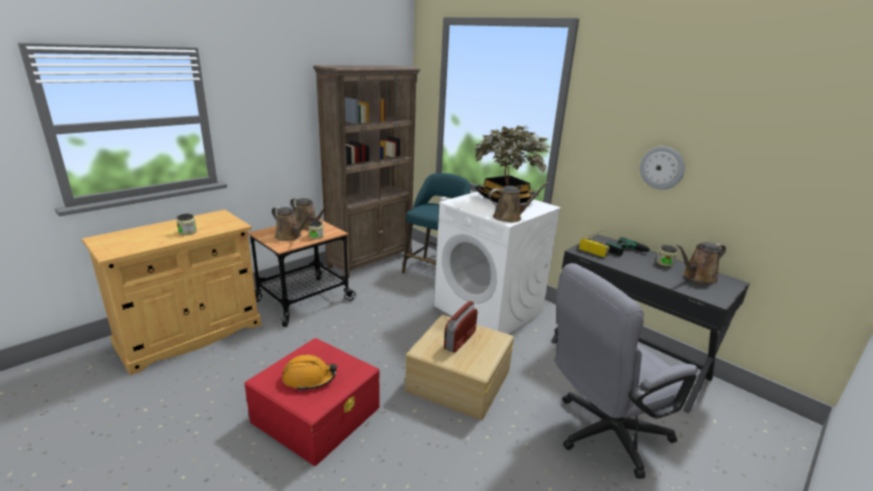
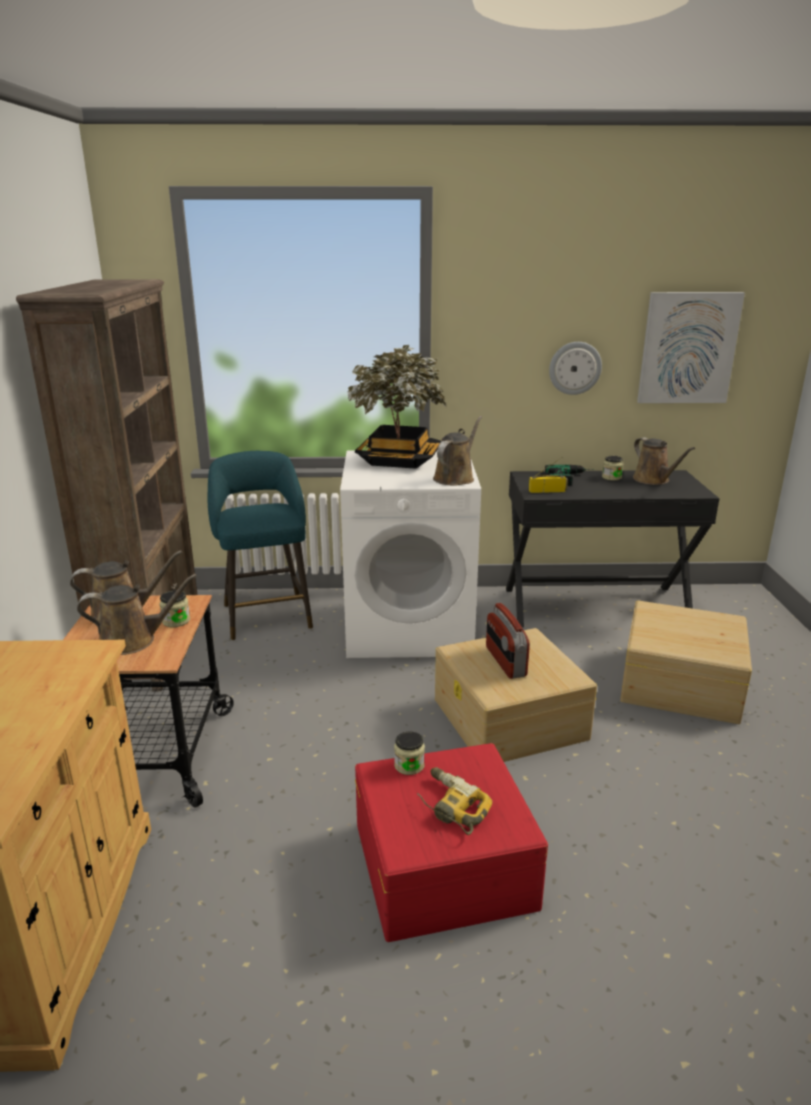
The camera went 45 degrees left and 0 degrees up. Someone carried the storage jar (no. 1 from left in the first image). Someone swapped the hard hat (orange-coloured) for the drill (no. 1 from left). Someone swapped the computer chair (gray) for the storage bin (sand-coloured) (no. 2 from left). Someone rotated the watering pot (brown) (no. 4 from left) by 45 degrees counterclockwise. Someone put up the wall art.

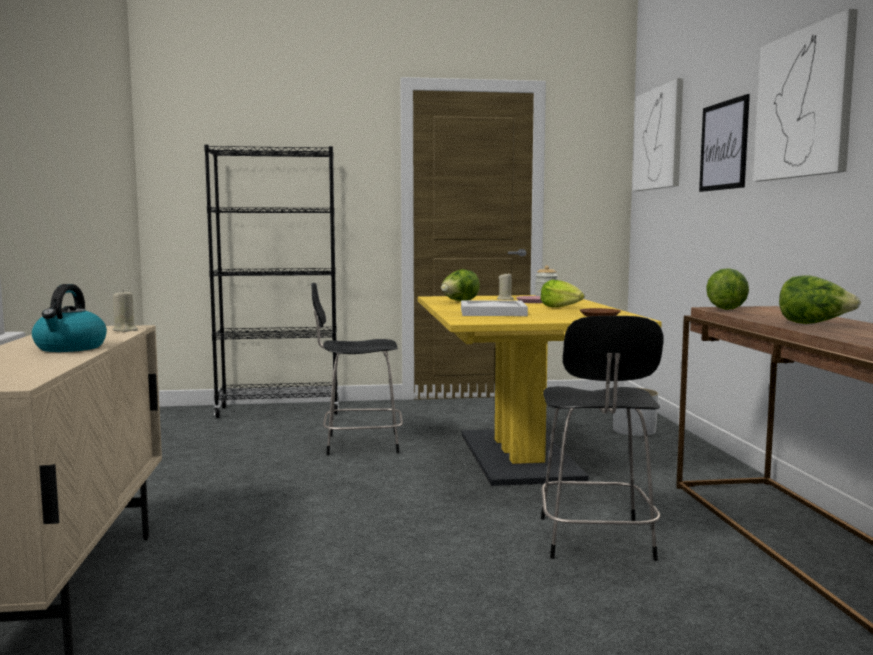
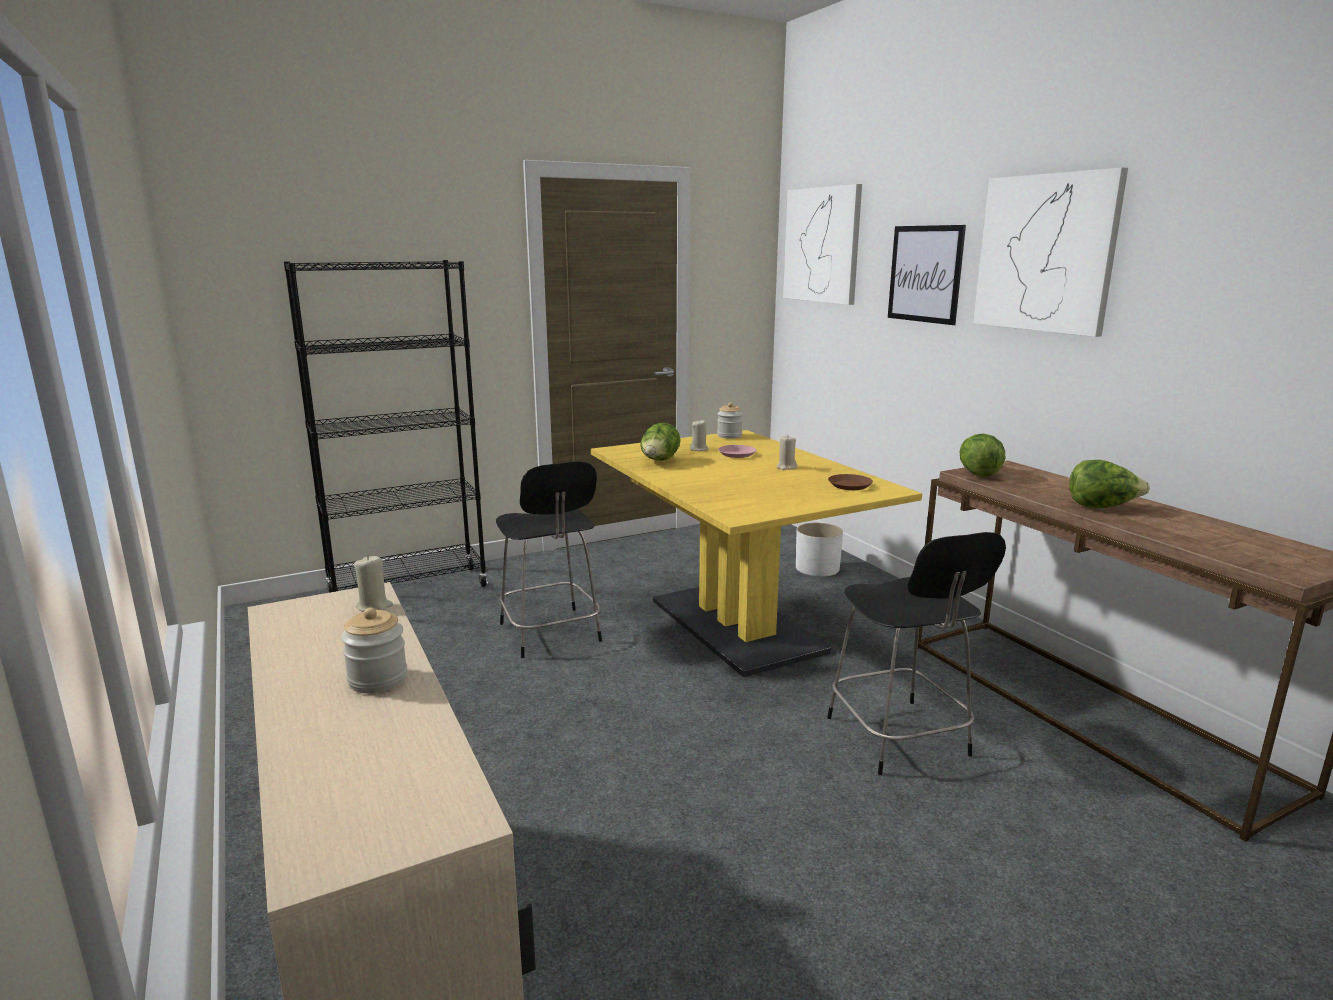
The camera went 20 degrees left and 10 degrees up. Someone swapped the water kettle for the storage jar (no. 1 from left). Someone rotated the plain chair (blackish) (no. 1 from left) by 90 degrees counterclockwise. Someone took away the serving tray (white). Someone swapped the lettuce head (no. 2 from left) for the wax candle (sand-coloured) (no. 3 from left).

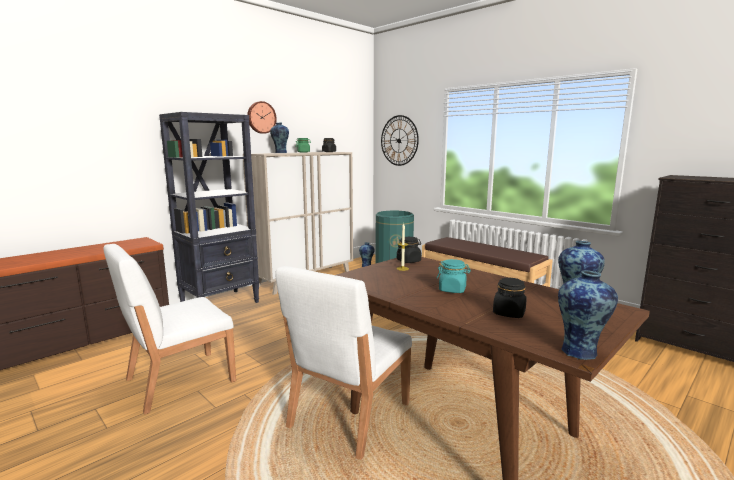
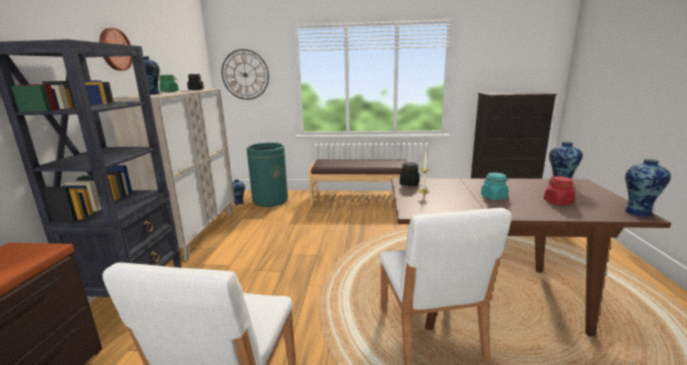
The camera went 40 degrees left and 5 degrees up. Someone repainted the storage jar (blackish) (no. 3 from left), which became the storage jar (reddish).

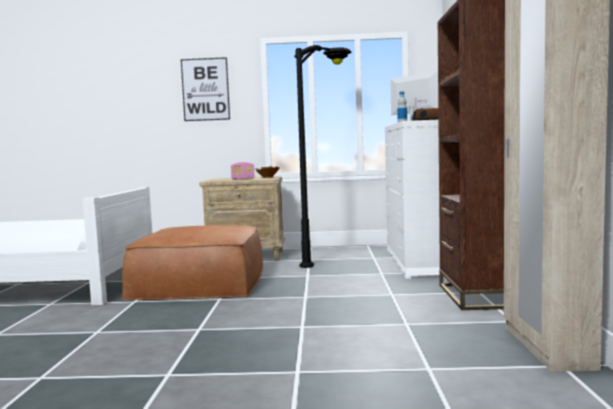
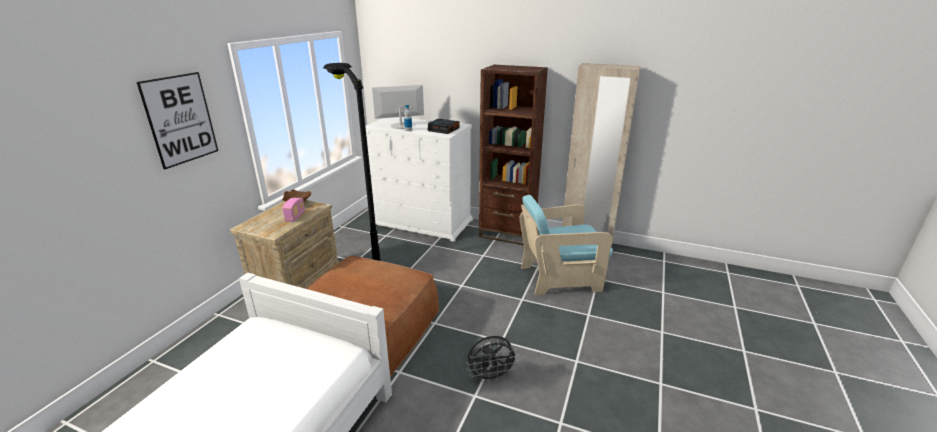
The camera went 70 degrees left and 20 degrees up. Someone put down the fan (gray). Someone put down the armchair (blue-green).

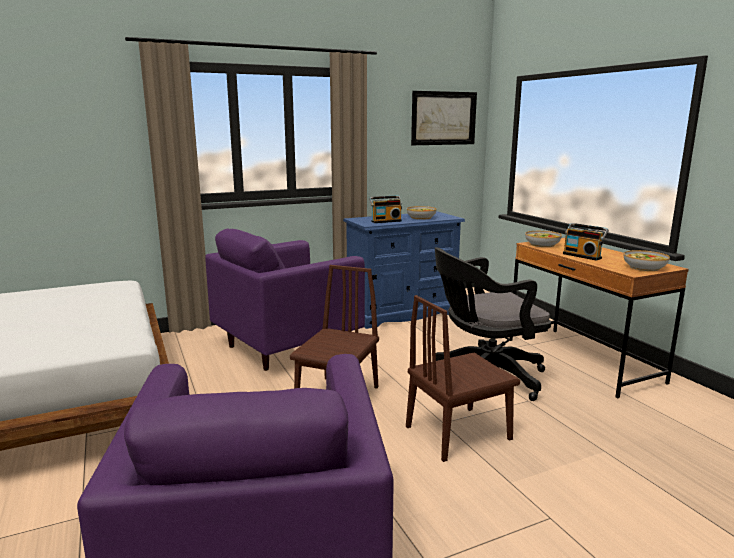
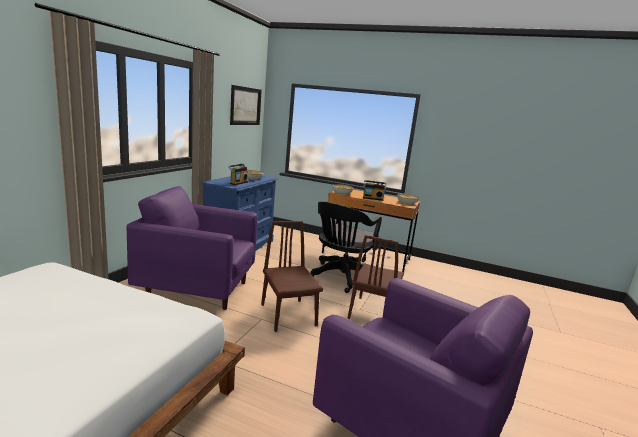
The camera went 45 degrees left and 0 degrees up. Someone rotated the armchair (purple-coloured) (no. 2 from left in the first image) by 90 degrees clockwise.

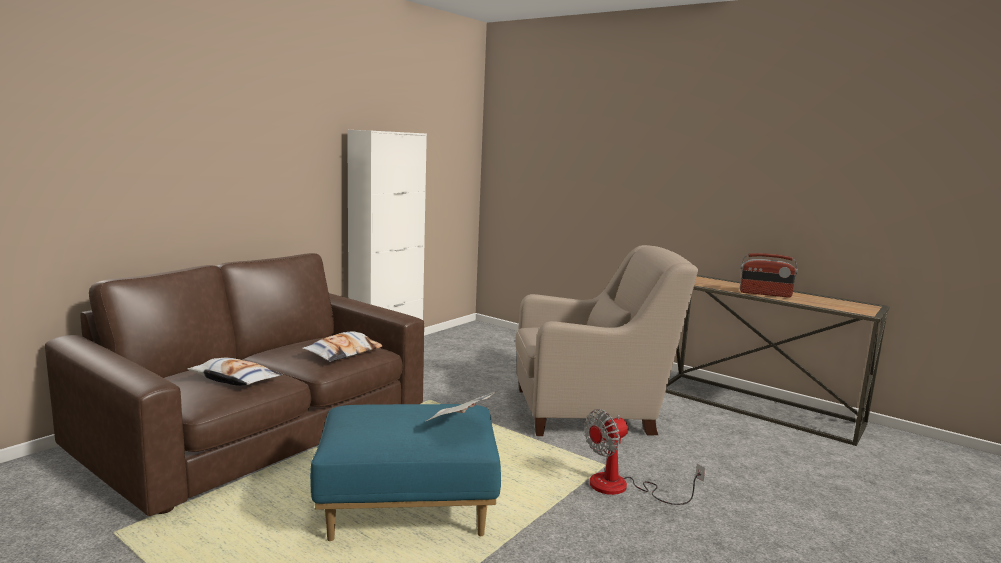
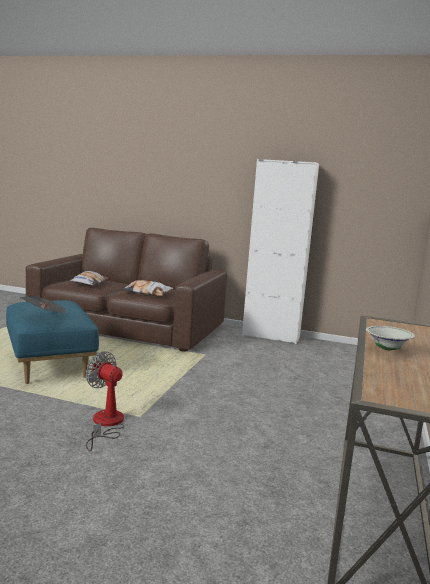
The camera went 70 degrees right and 0 degrees up. Someone took away the armchair (sand-coloured). Someone swapped the radio for the deep dish (white).

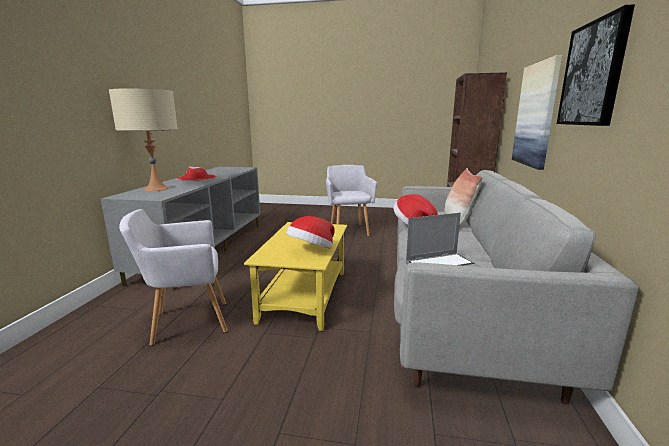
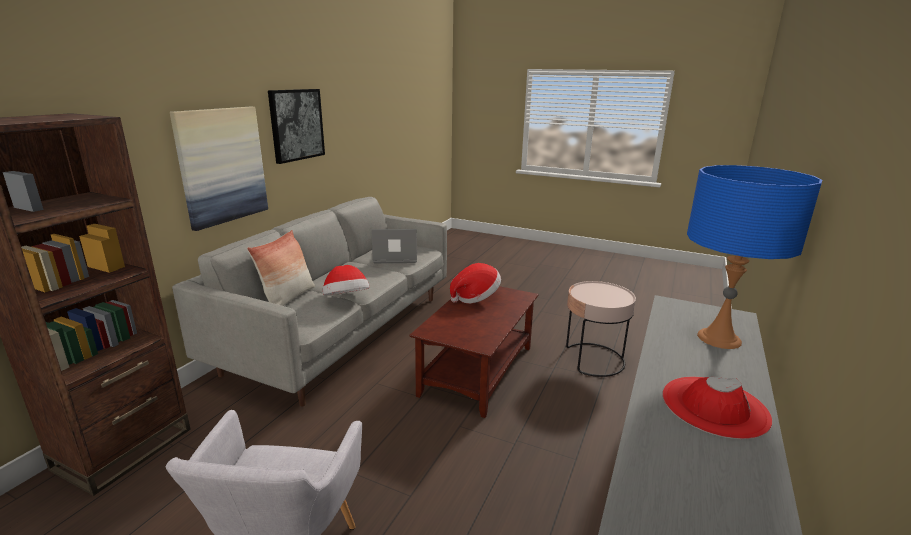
The camera went 165 degrees left and 5 degrees up. Someone repainted the tabletop lamp (sand-coloured), which became the tabletop lamp (blue-coloured). Someone swapped the armchair (gray) (no. 1 from left) for the side table (pink). Someone repainted the lounge table (yellow), which became the lounge table (brown).

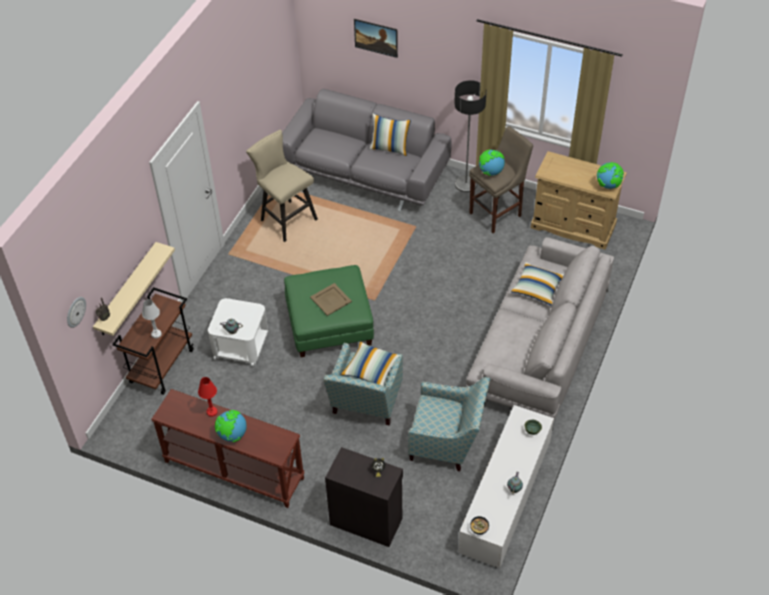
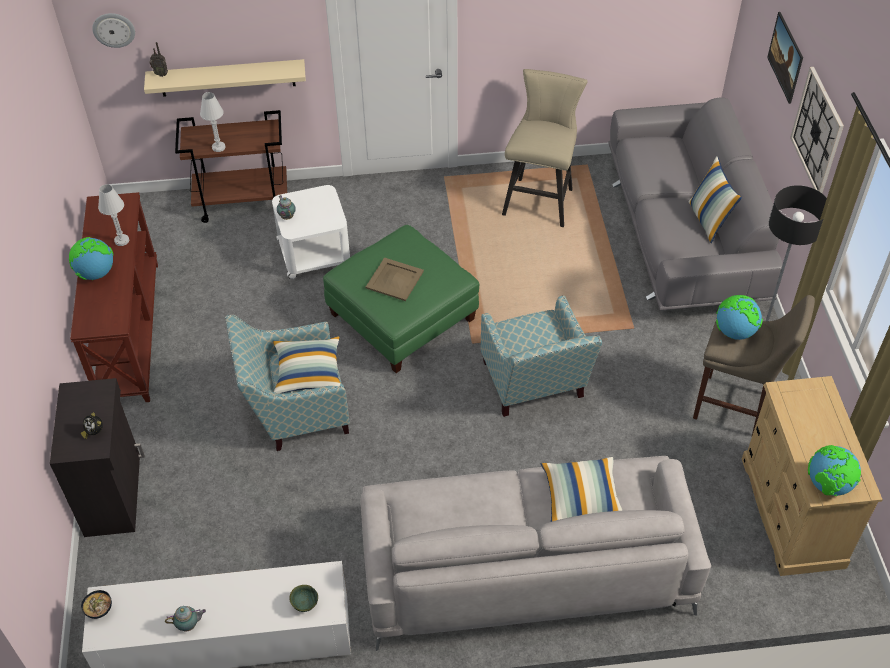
The camera went 60 degrees right and 0 degrees up. Someone repainted the tabletop lamp (reddish), which became the tabletop lamp (white) (no. 1 from left). Someone carried the armchair (no. 2 from left). Someone put up the clock on the wall (no. 2 from left).

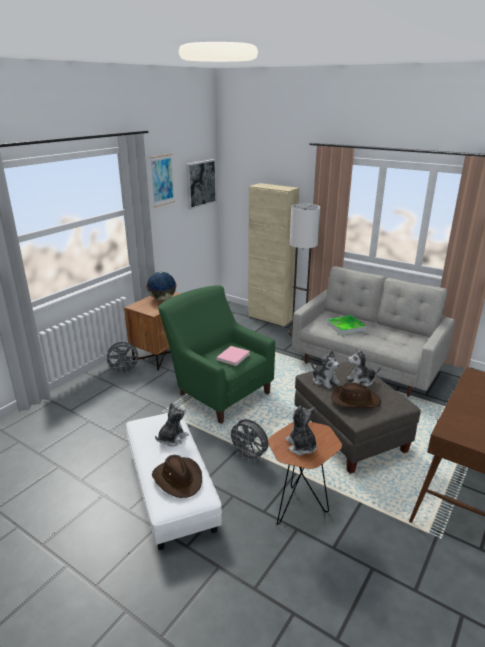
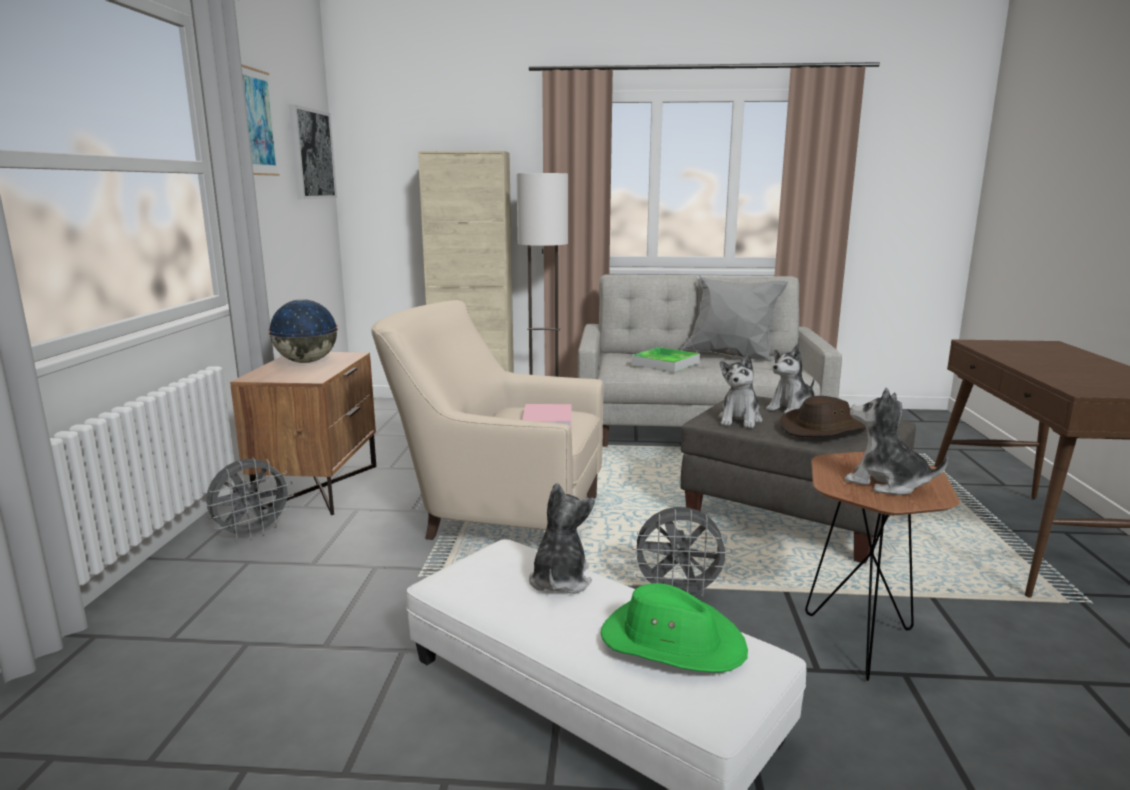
The camera went 30 degrees left and 10 degrees down. Someone repainted the hat (brown) (no. 1 from left), which became the hat (greenish). Someone repainted the armchair (greenish), which became the armchair (sand-coloured). Someone rotated the cuddly toy (no. 3 from left in the first image) by 90 degrees clockwise. Someone put down the cushion (gray).

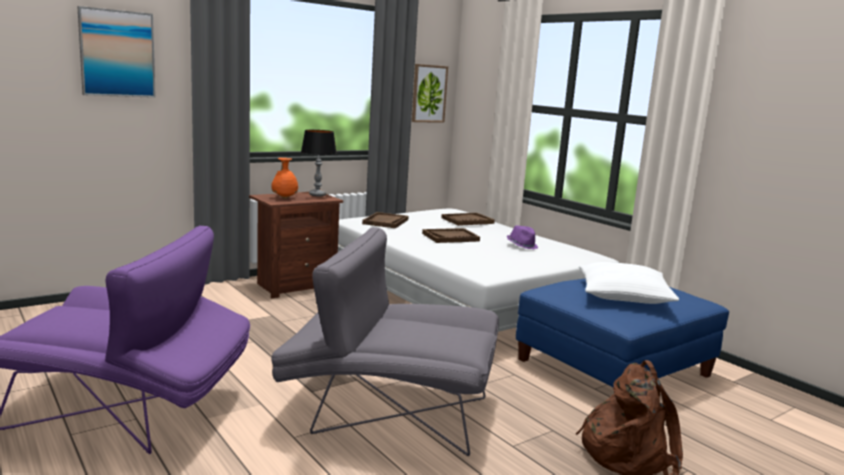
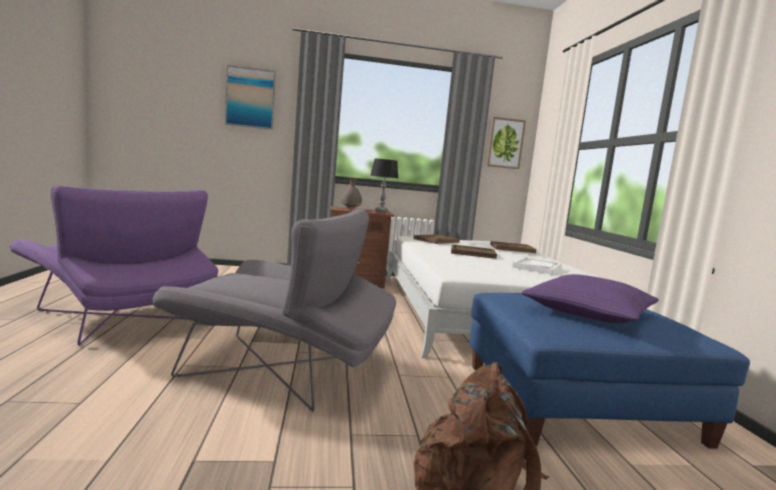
The camera went 30 degrees right and 5 degrees down. Someone rotated the armchair (gray) by 150 degrees clockwise. Someone repainted the flower vase (orange-coloured), which became the flower vase (gray). Someone swapped the hat (purple-coloured) for the serving tray (white). Someone repainted the cushion (white), which became the cushion (purple-coloured).

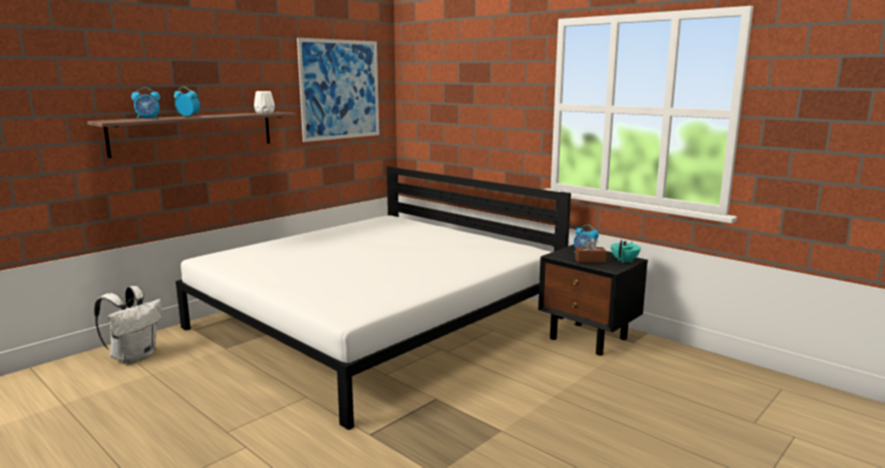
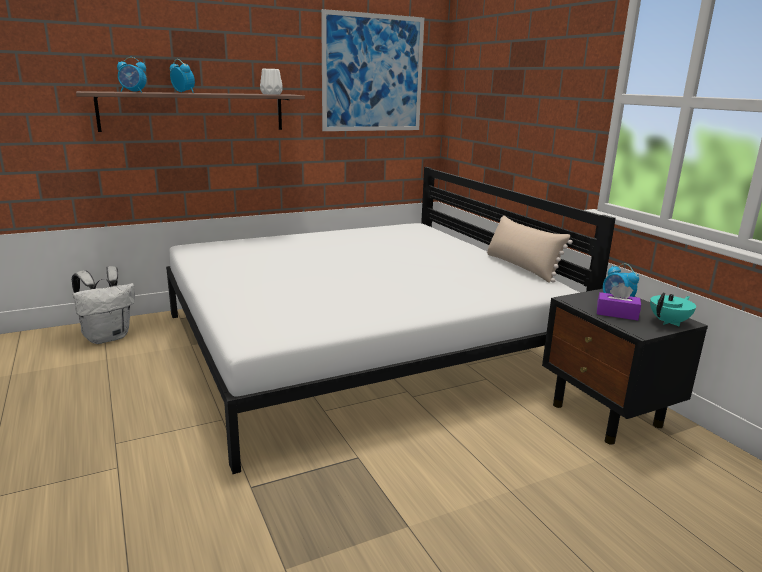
The camera went 20 degrees right and 5 degrees up. Someone repainted the box of tissues (brown), which became the box of tissues (purple-coloured). Someone put down the cushion (sand-coloured).

